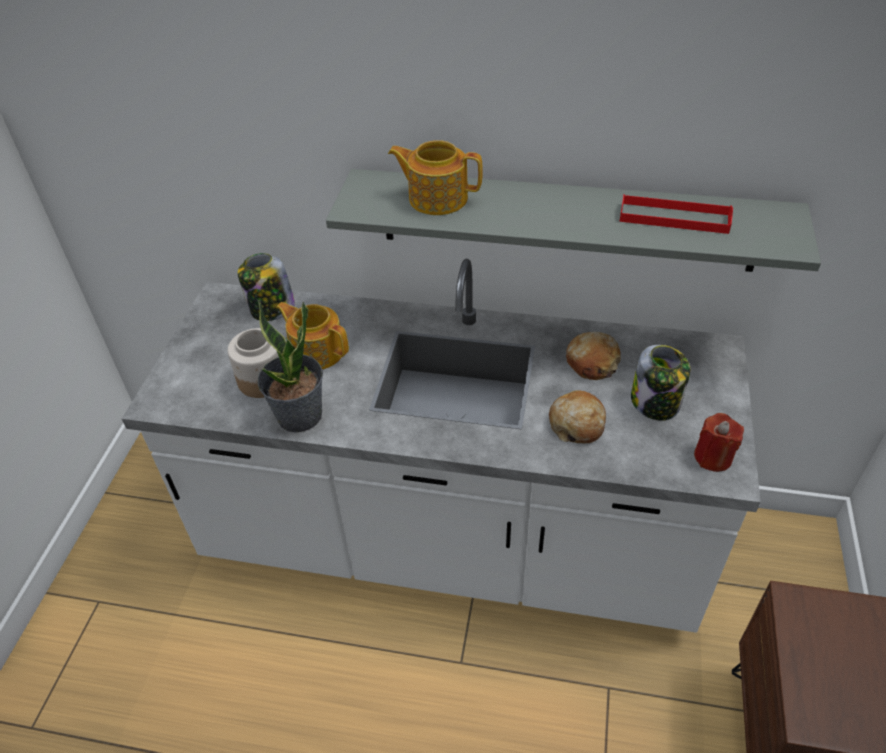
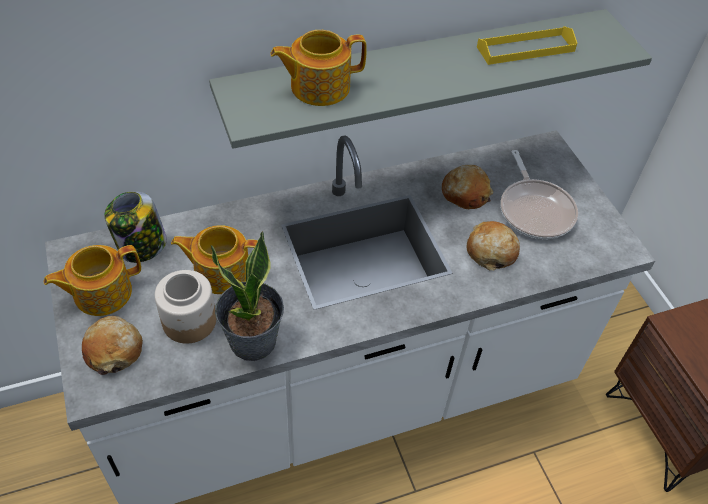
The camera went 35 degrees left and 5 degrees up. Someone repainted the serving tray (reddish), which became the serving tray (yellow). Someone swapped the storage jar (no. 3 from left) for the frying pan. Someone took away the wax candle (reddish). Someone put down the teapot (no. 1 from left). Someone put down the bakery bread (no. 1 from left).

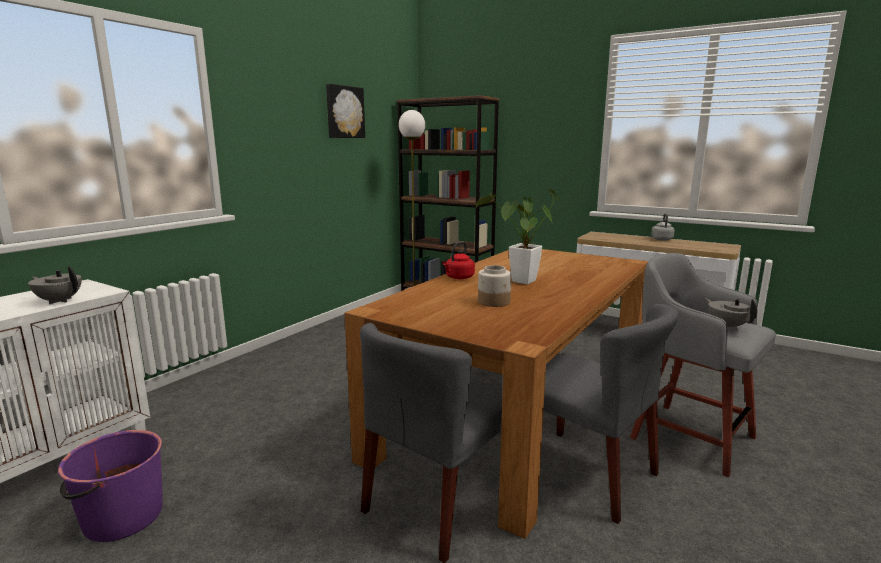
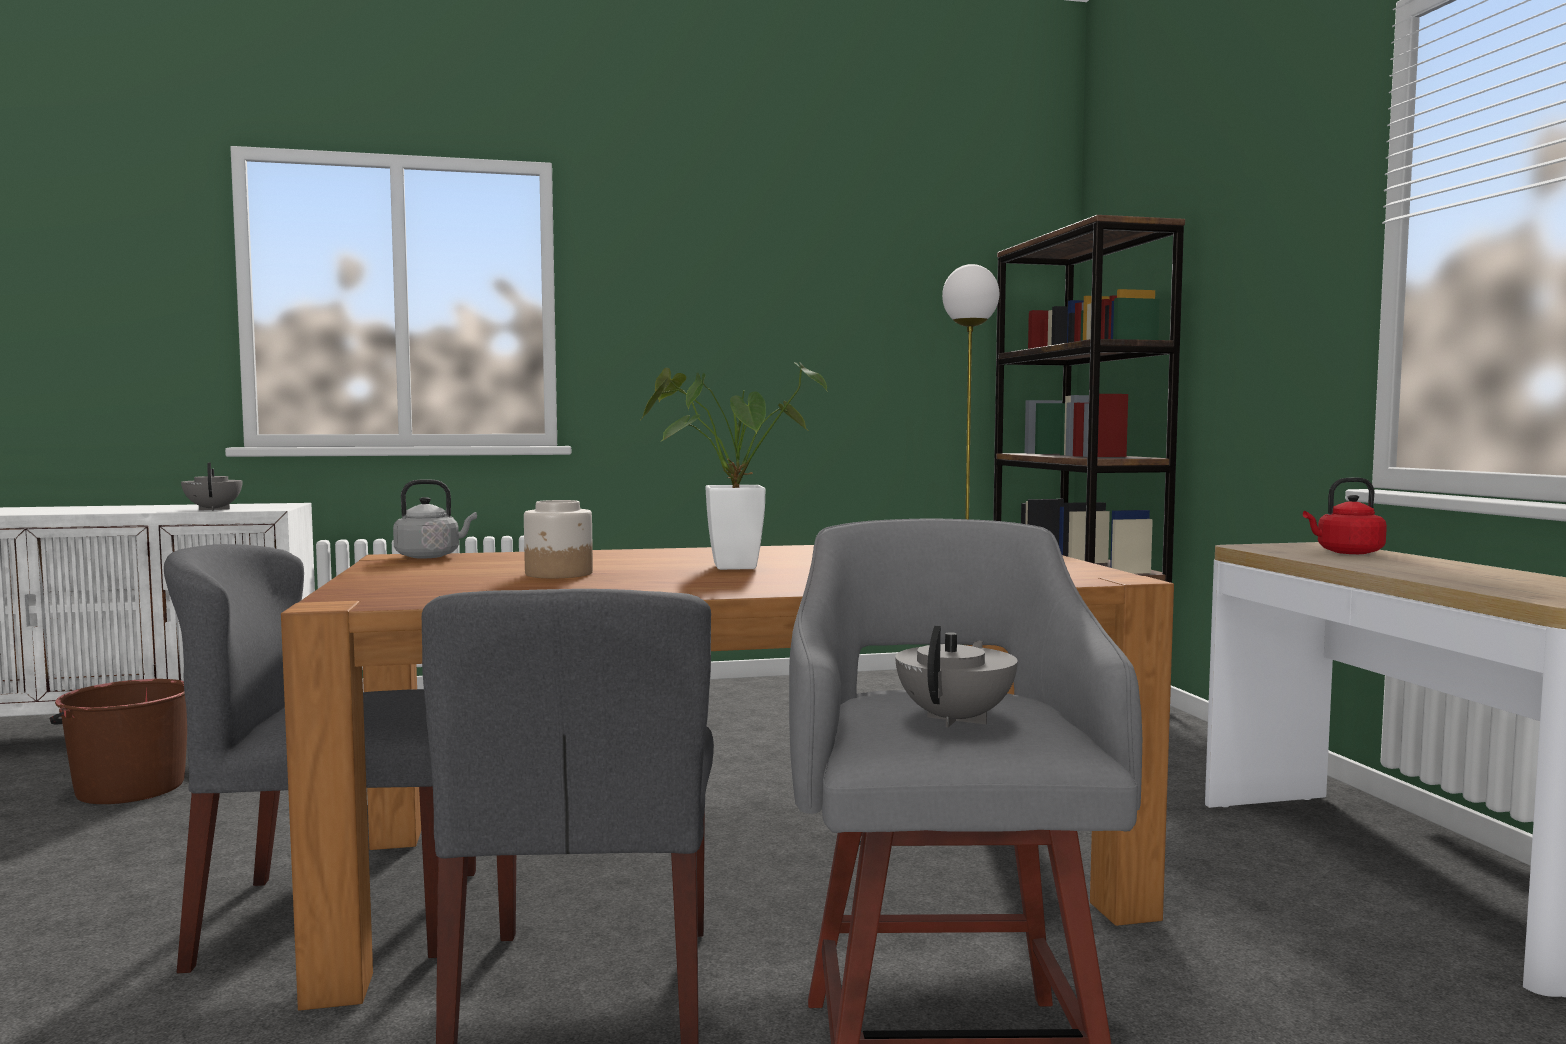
The camera went 45 degrees right and 10 degrees down. Someone repainted the water bucket (purple-coloured), which became the water bucket (brown). Someone took away the wall art. Someone carried the water kettle (reddish). Someone carried the water kettle (gray).

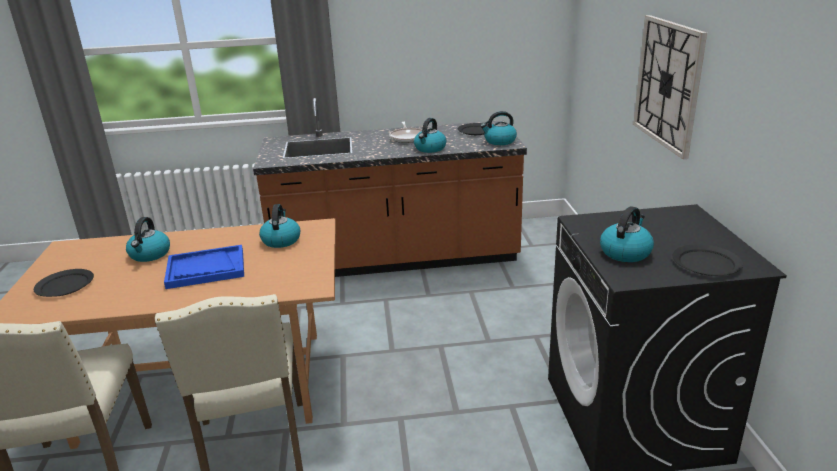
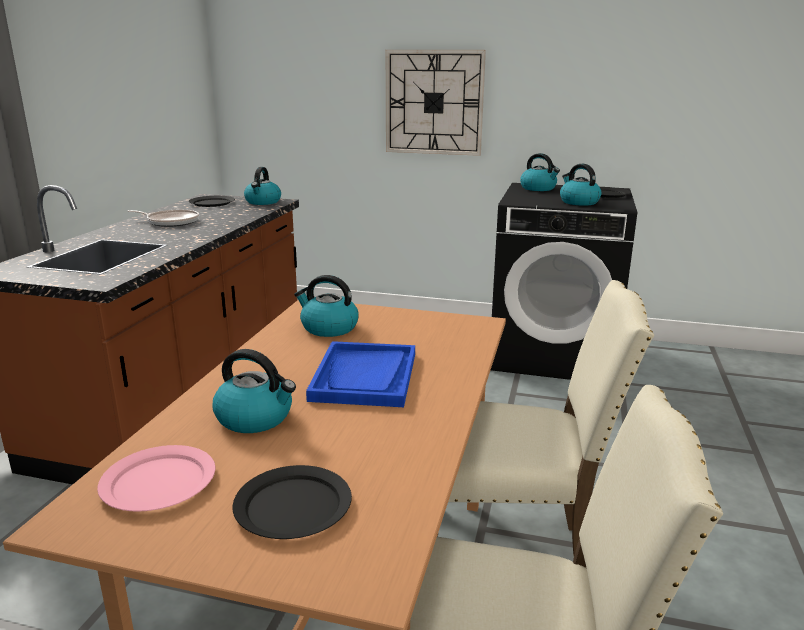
The camera went 70 degrees left and 5 degrees down. Someone carried the water kettle (no. 3 from left in the first image). Someone put down the flat dish (pink).

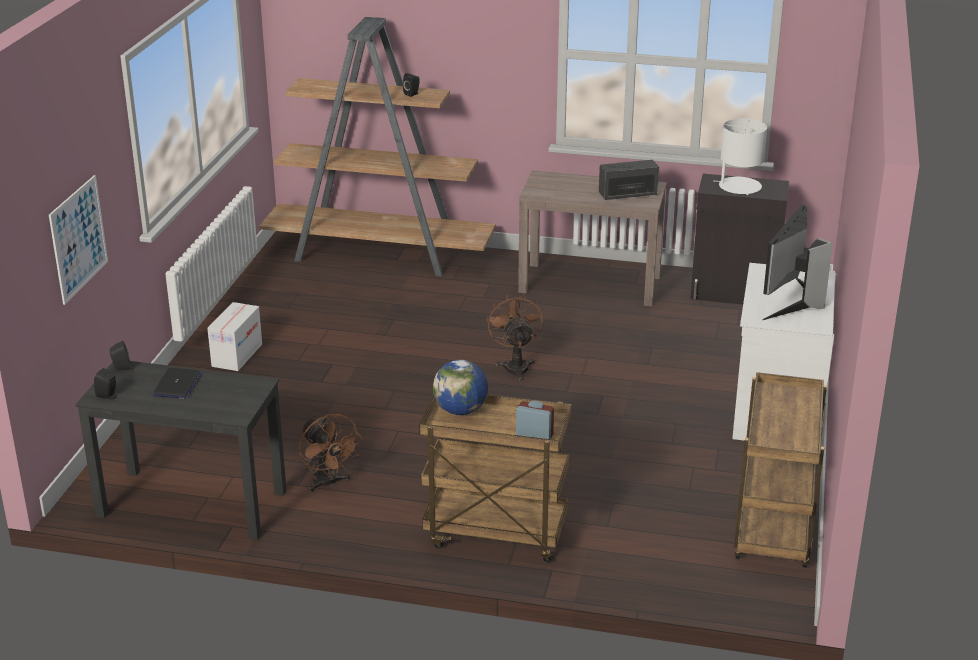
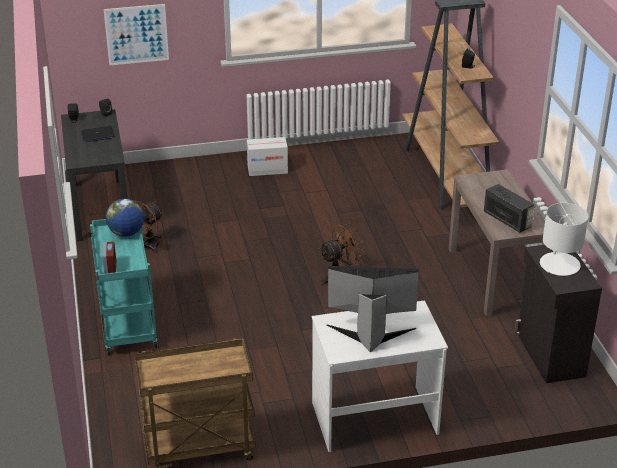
The camera went 65 degrees right and 5 degrees up. Someone repainted the trolley (brown) (no. 1 from left), which became the trolley (blue-green).

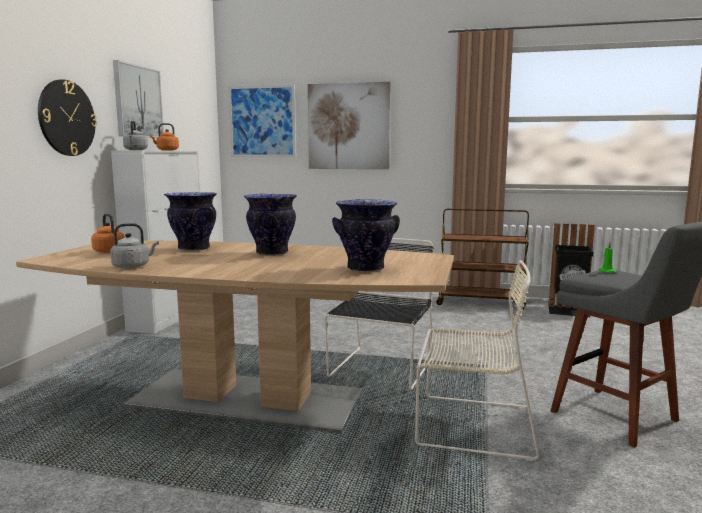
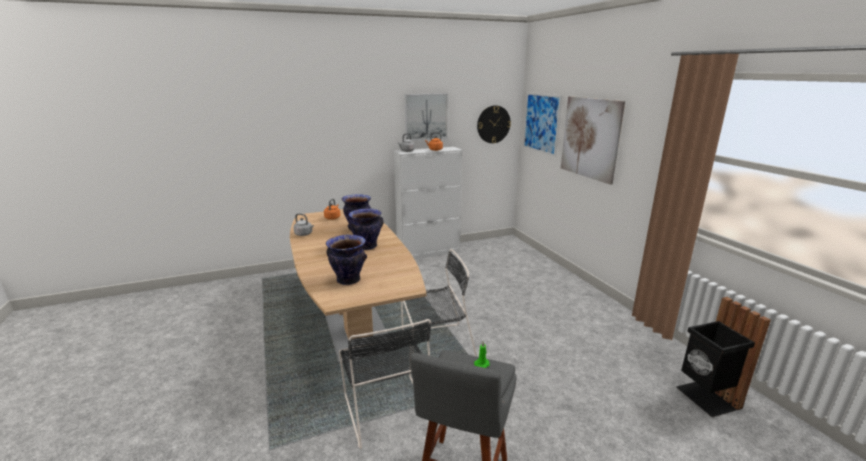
The camera went 55 degrees right and 10 degrees up. Someone carried the clock on the wall. Someone repainted the plain chair (sand-coloured), which became the plain chair (blackish) (no. 1 from left). Someone took away the trolley (brown).

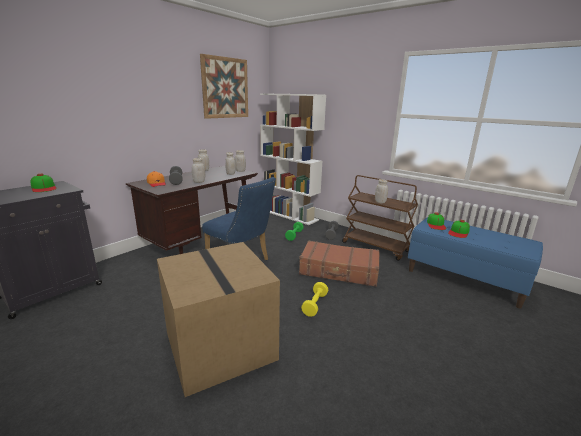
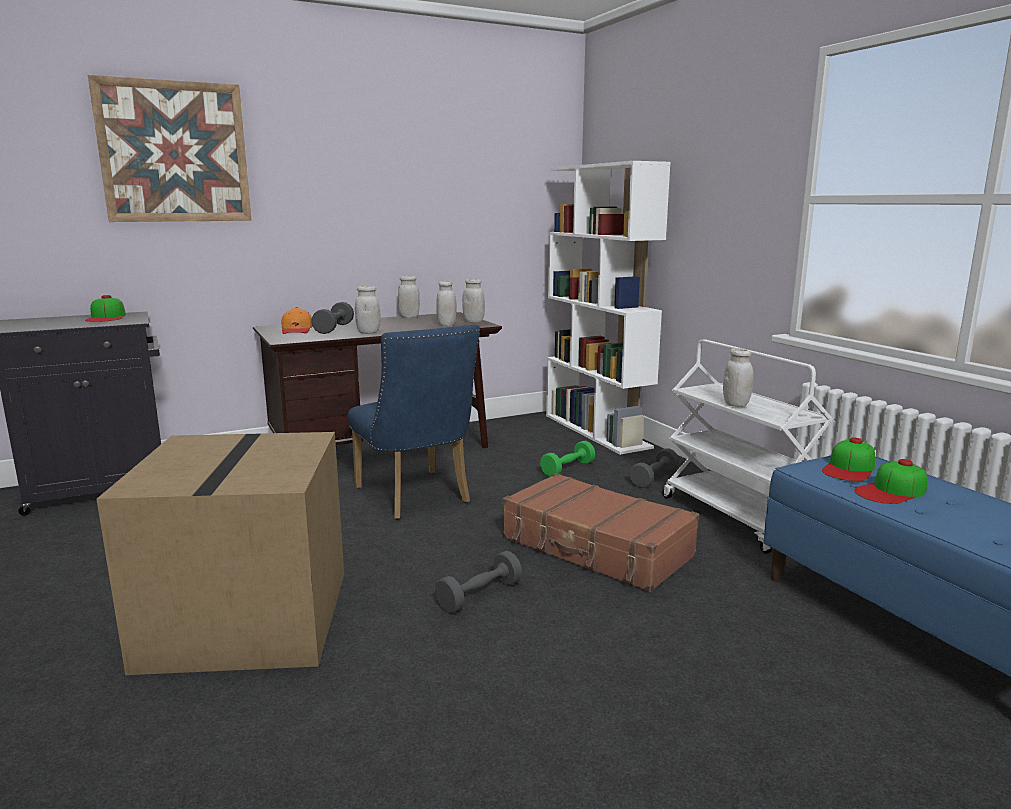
The camera went 25 degrees right and 5 degrees down. Someone carried the wall art. Someone repainted the dumbbell (yellow), which became the dumbbell (gray) (no. 2 from left). Someone repainted the trolley (brown), which became the trolley (white).

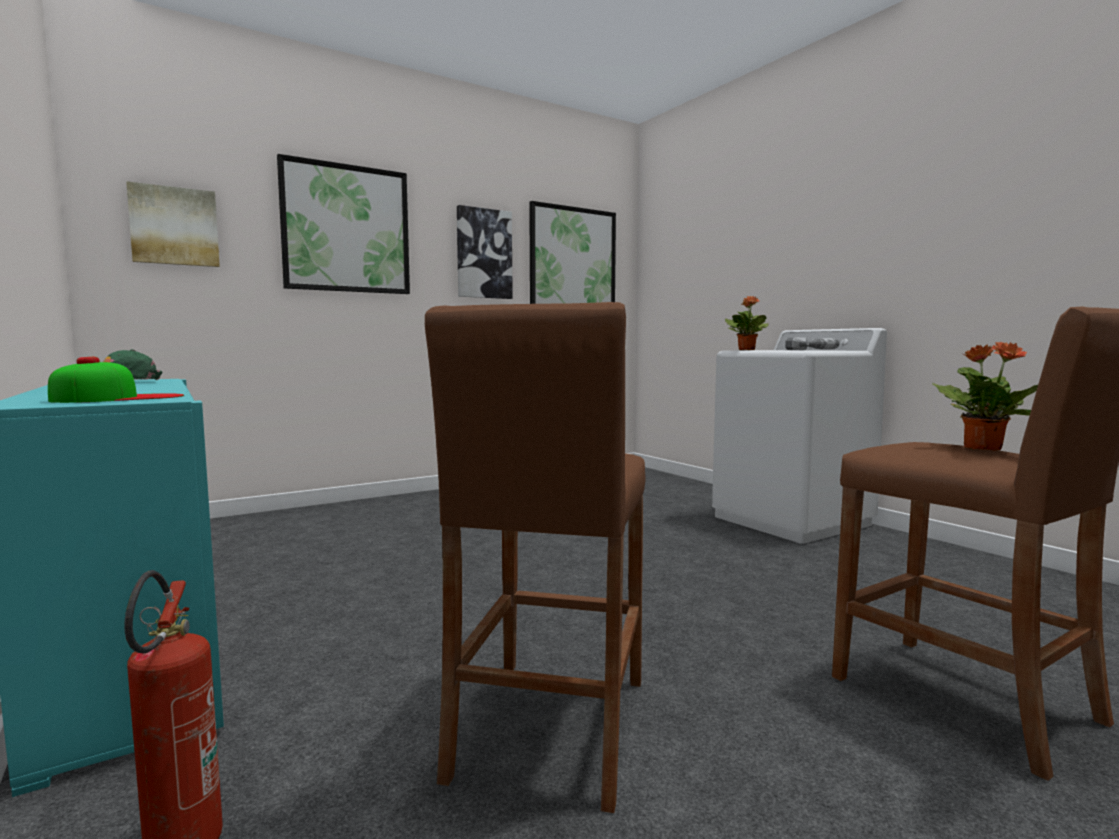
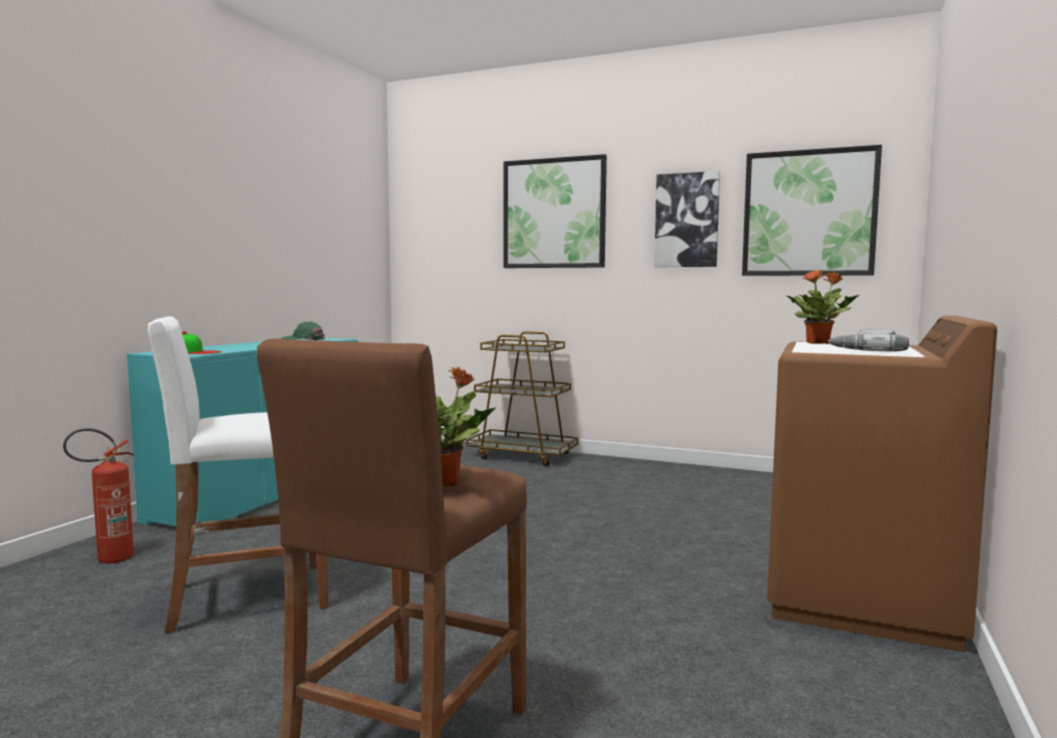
The camera went 55 degrees right and 0 degrees up. Someone took away the wall art (no. 1 from left). Someone repainted the stool seat (brown) (no. 1 from left), which became the stool seat (white). Someone repainted the laundry machine (white), which became the laundry machine (brown). Someone put down the trolley (brown).

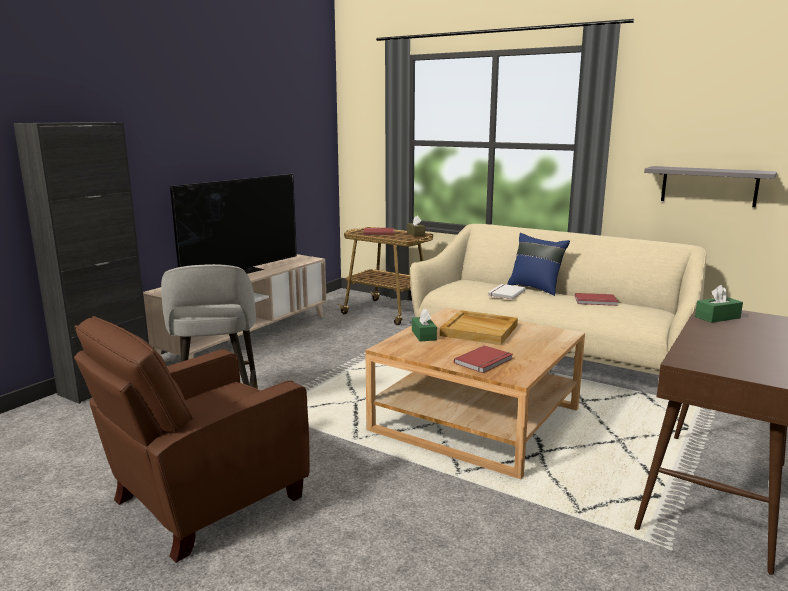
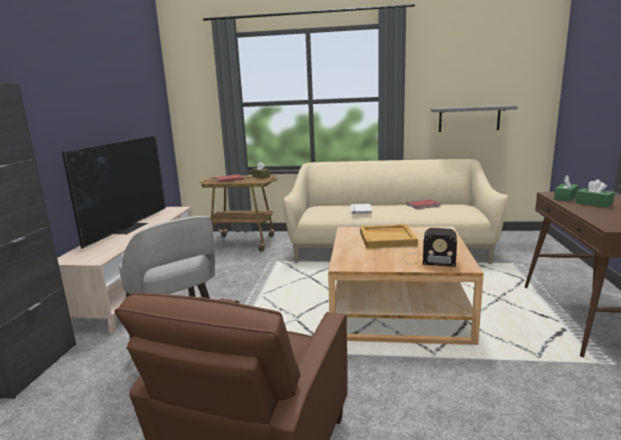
The camera went 25 degrees left and 0 degrees up. Someone carried the box of tissues (greenish) (no. 1 from left in the first image). Someone swapped the bound book (reddish) (no. 2 from left) for the radio. Someone took away the cushion (blue-coloured).

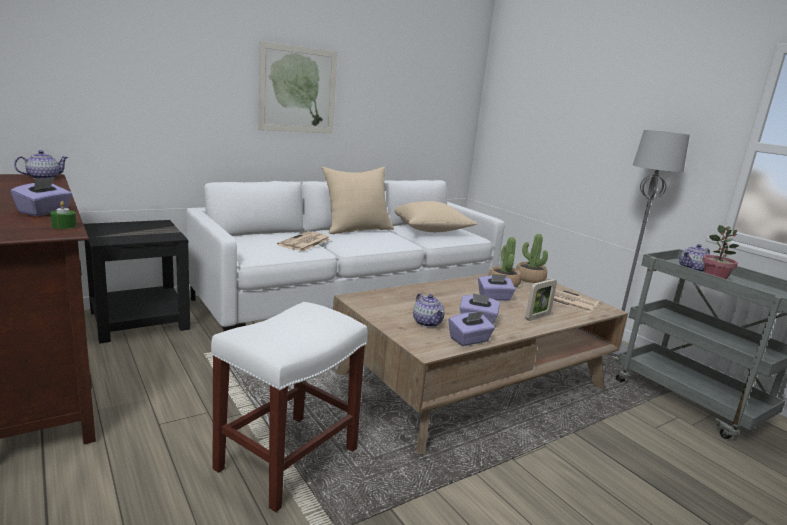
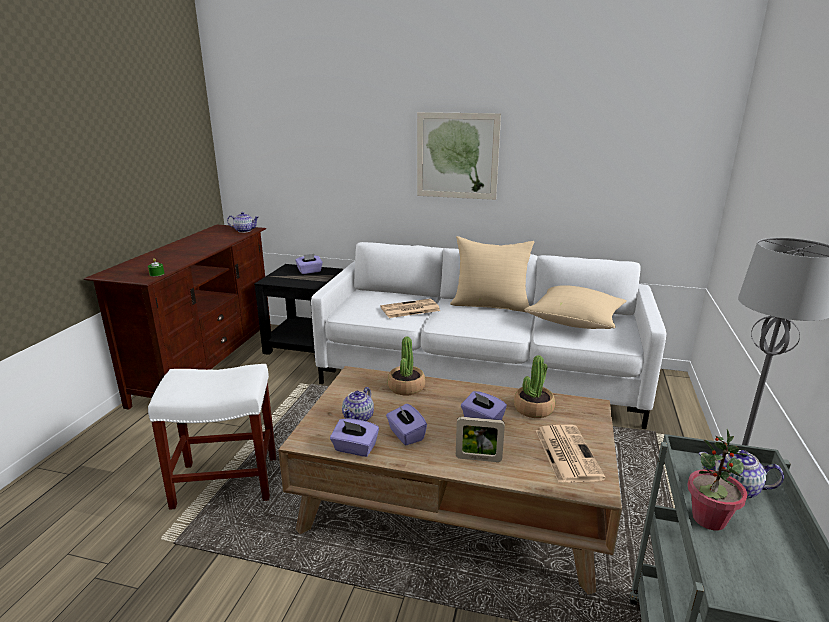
The camera went 50 degrees right and 5 degrees up. Someone carried the box of tissues (purple-coloured) (no. 1 from left). Someone carried the plant in a pot (no. 2 from left in the first image).

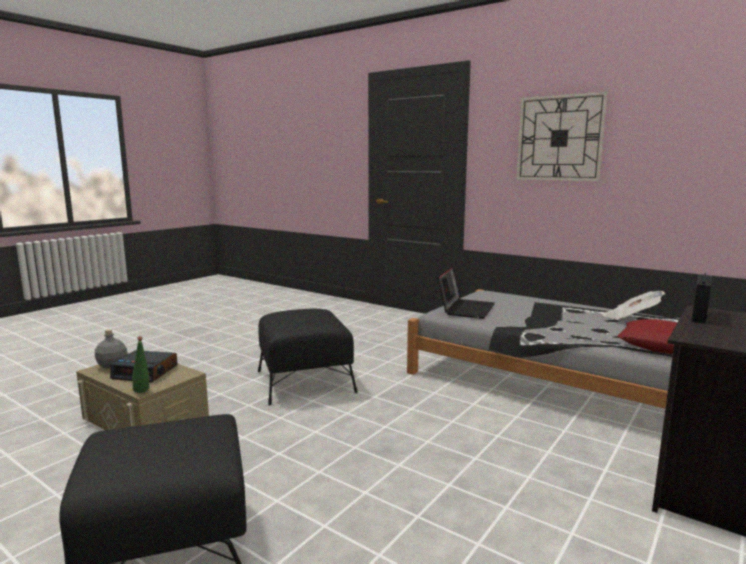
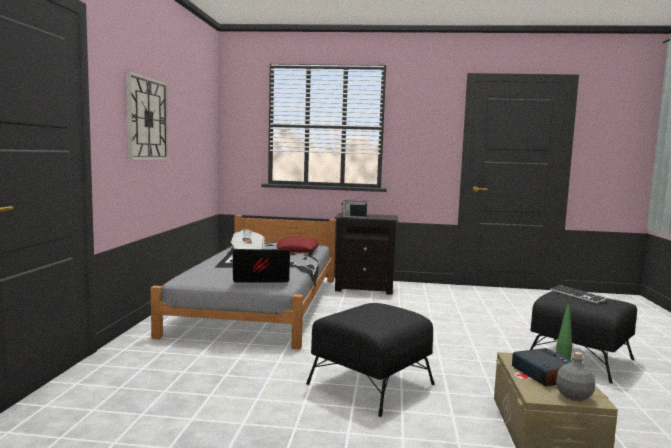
The camera went 120 degrees left and 5 degrees down. Someone put down the computer keyboard.

